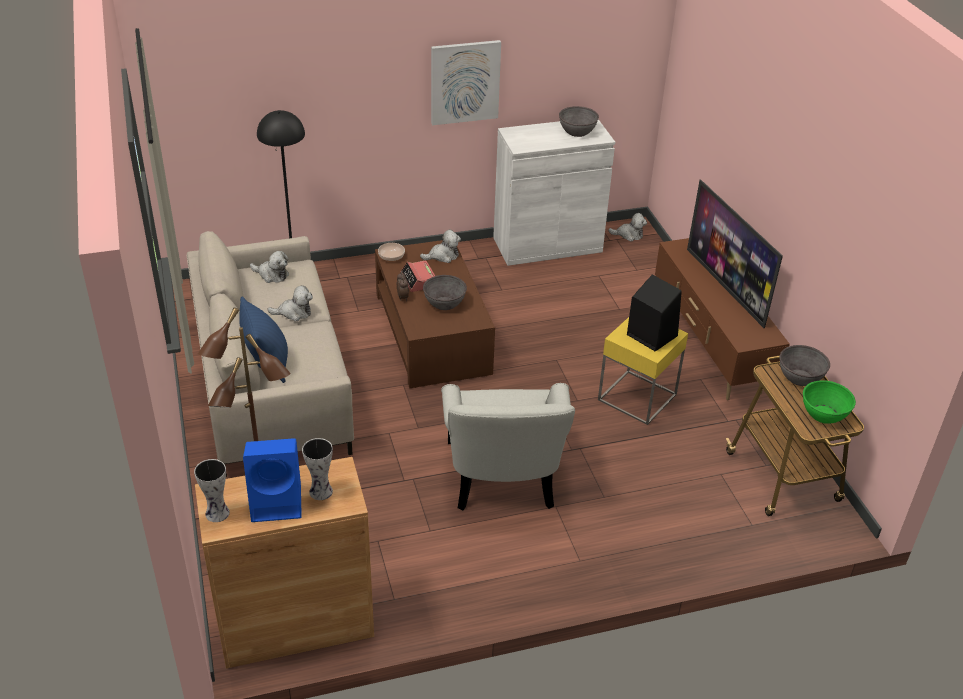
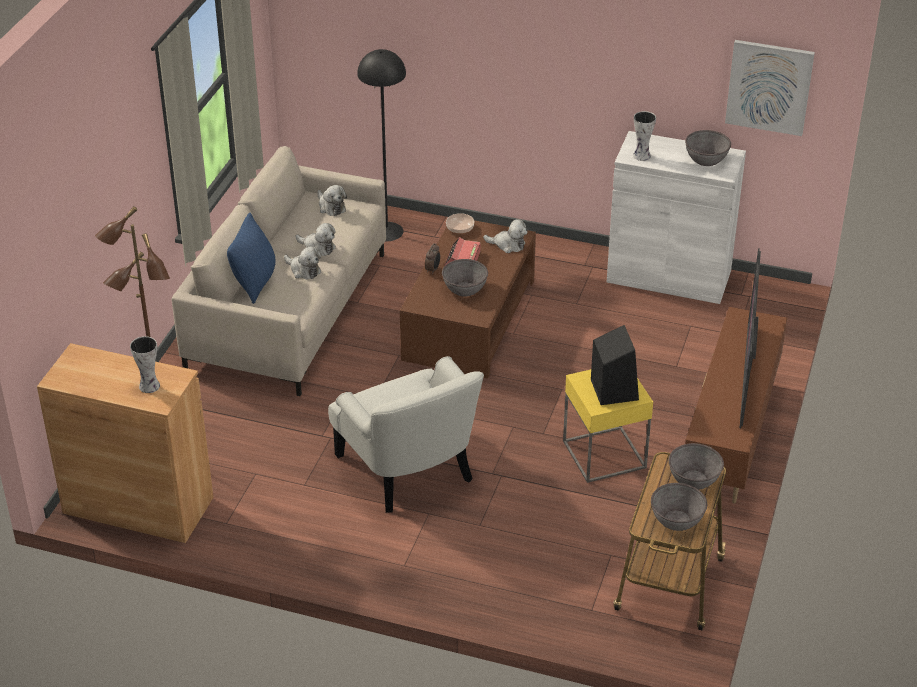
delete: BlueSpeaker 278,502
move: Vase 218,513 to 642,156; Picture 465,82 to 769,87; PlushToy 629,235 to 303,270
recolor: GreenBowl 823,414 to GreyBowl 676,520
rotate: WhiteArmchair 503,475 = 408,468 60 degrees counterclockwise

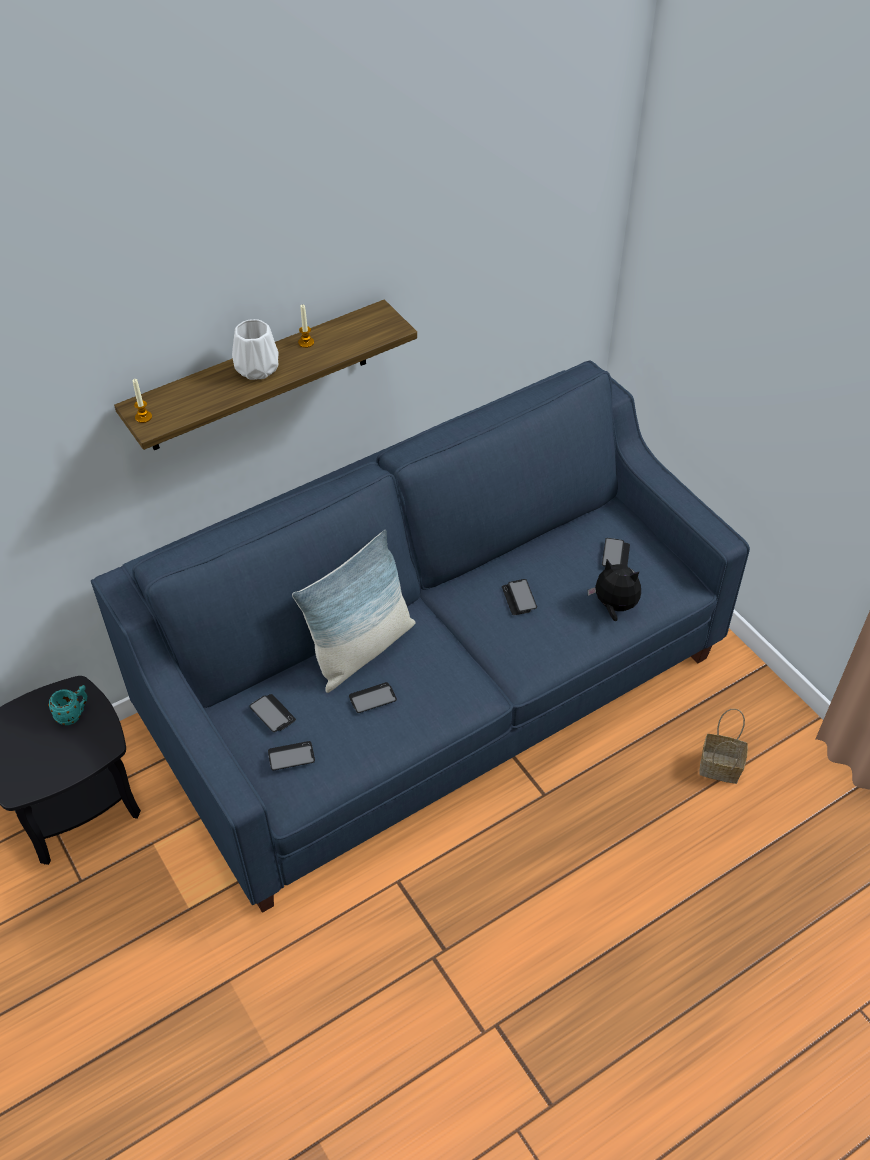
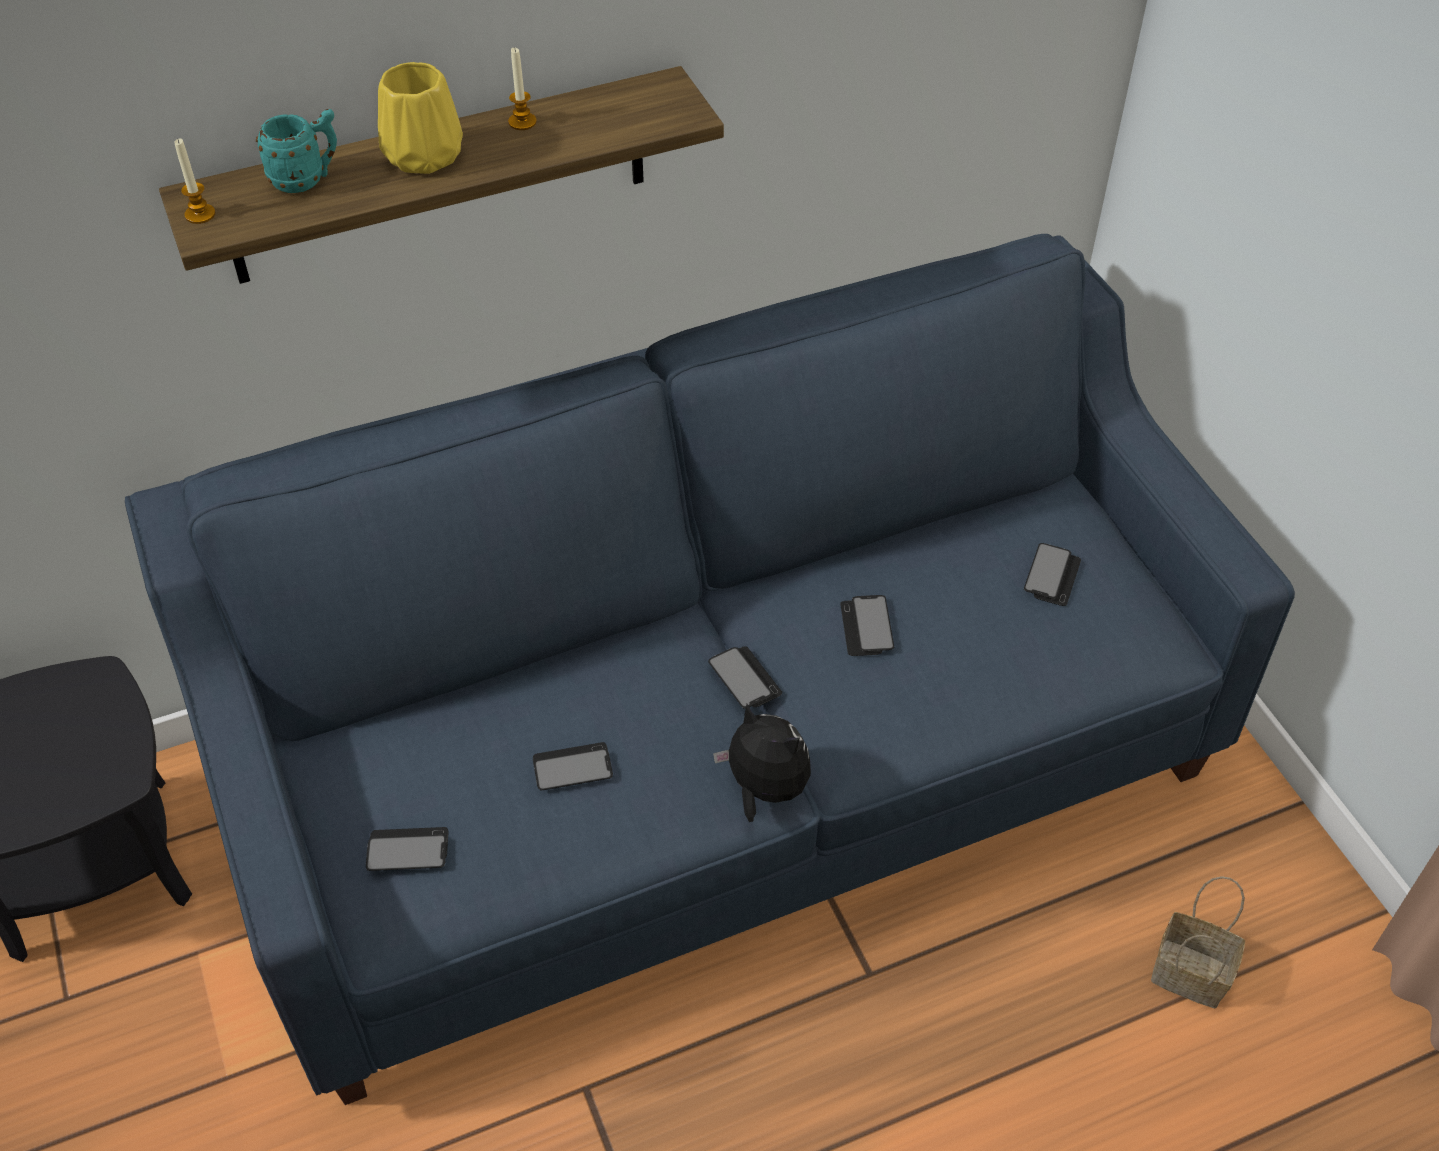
delete: Pillow 361,649
move: TurquoiseMug 73,714 to 307,179; Phone 272,714 to 744,679; PlushToy 614,606 to 764,789
recolor: WhiteVase 258,368 to YellowVase 425,155

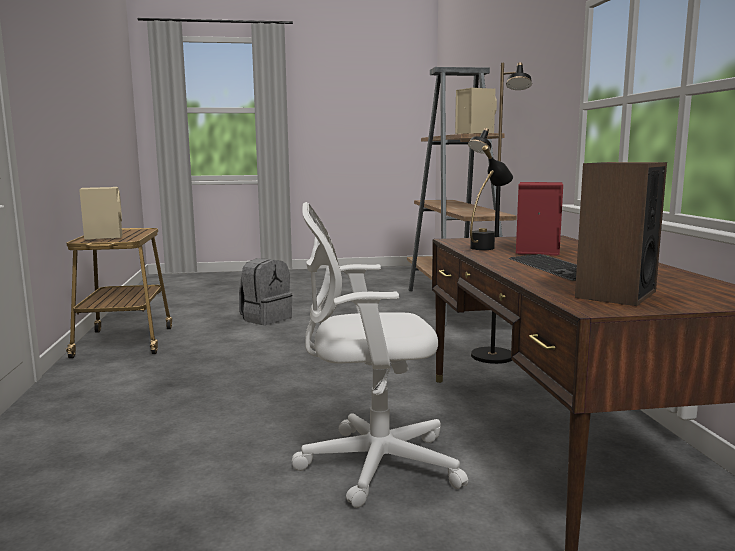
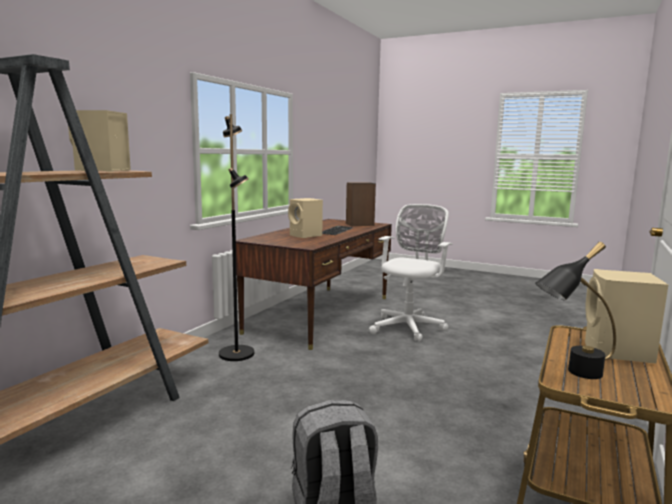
move: BlackTableLamp 487,247 to 572,374
recolor: RedSpeaker 535,251 to BeigeSpeaker 306,235
rotate: WhiteOfficeChair 371,464 = 409,327 90 degrees counterclockwise

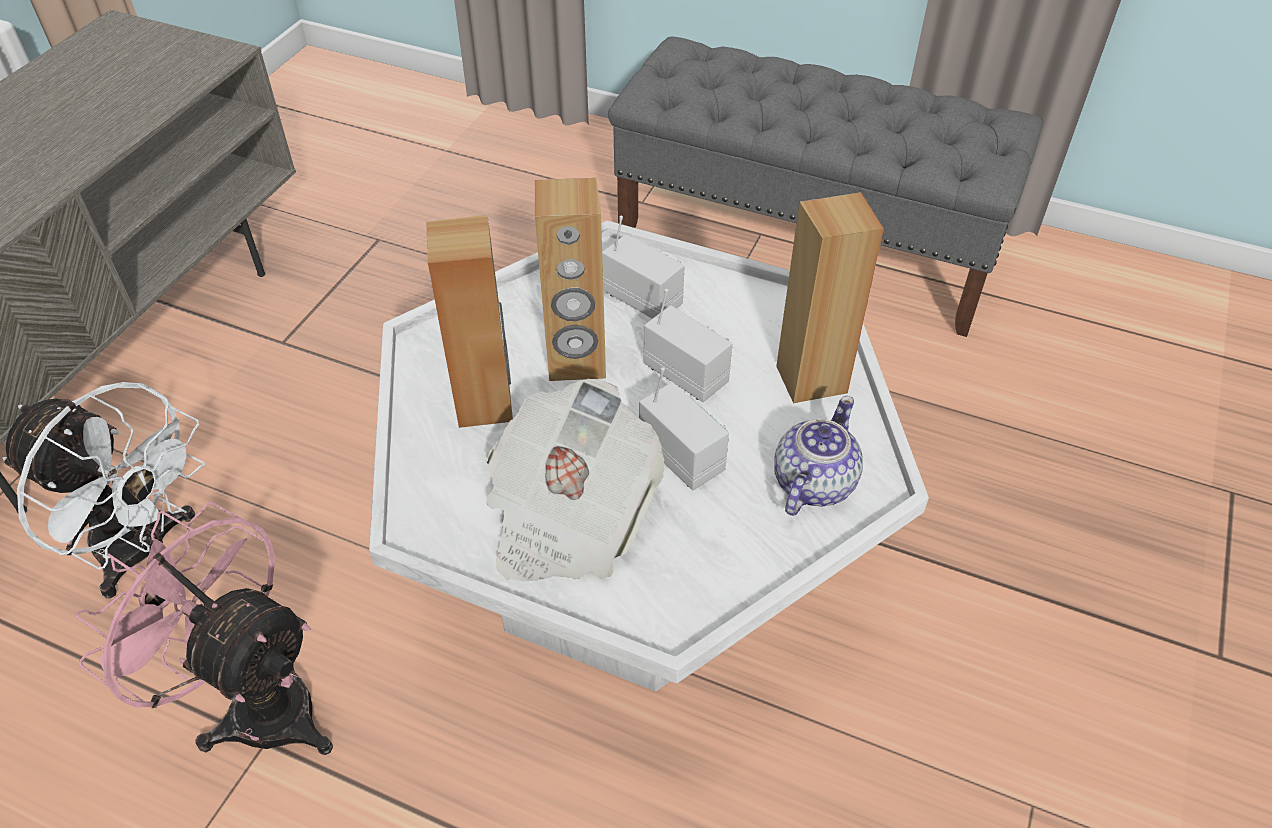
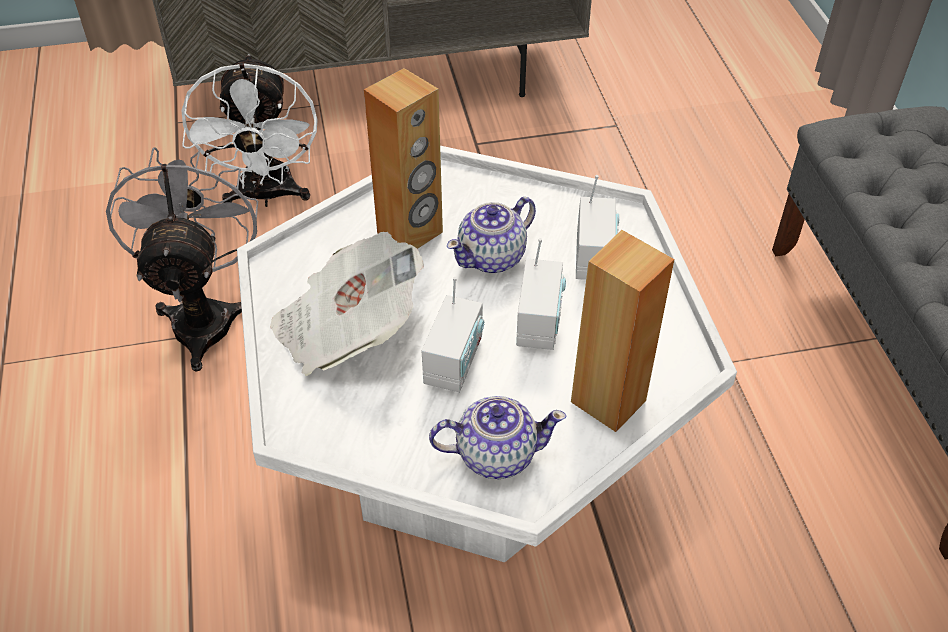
replace: BrownSpeaker 577,362 to Teapot 493,257
recolor: PinkFan 256,702 to GreyFan 204,315

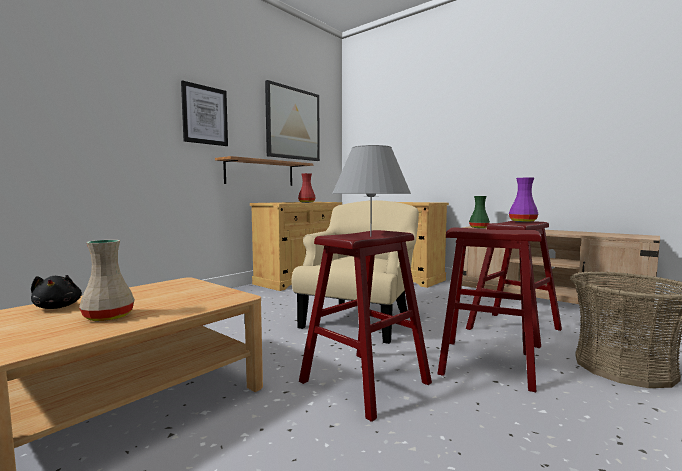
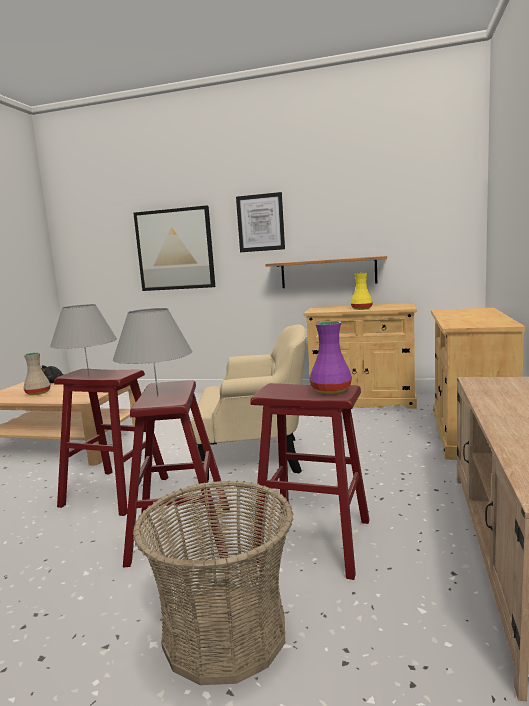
delete: GreenVase 479,227
insert: GreyTableLamp 157,396
move: Picture 293,124 to 175,249
recolor: RedVase 306,202 to YellowVase 361,309

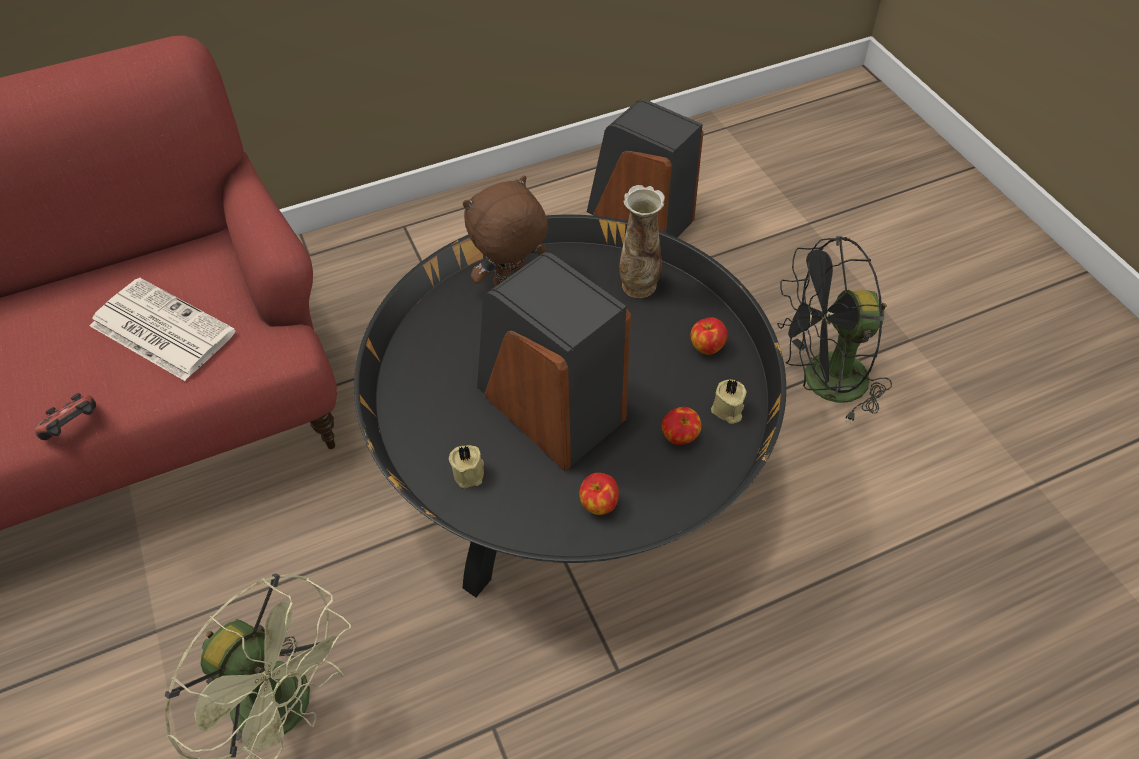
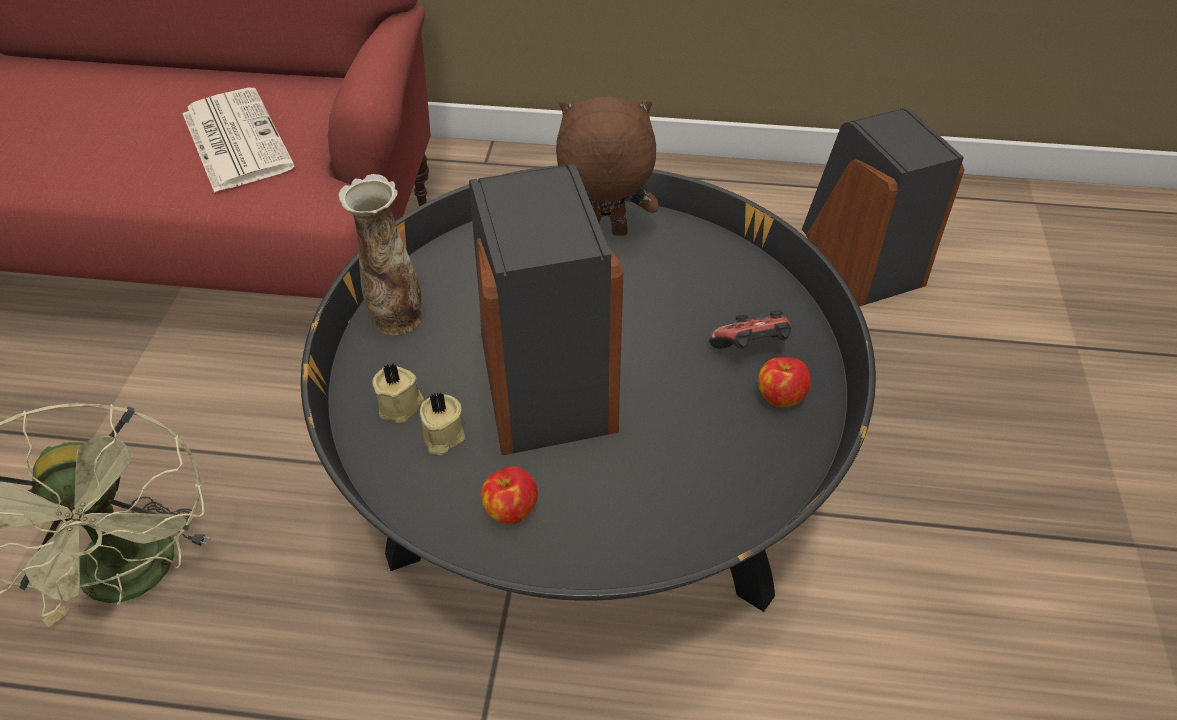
delete: Apple 680,437; BlackFan 822,383
move: GameController 75,428 to 750,350; Vase 639,286 to 396,319; BeigeCandle 727,410 to 442,437

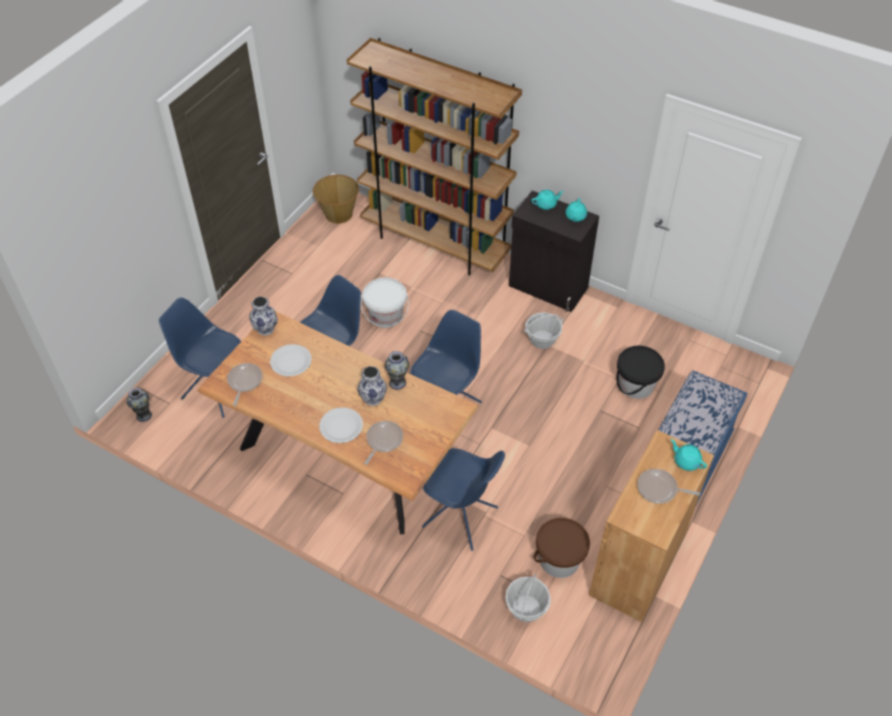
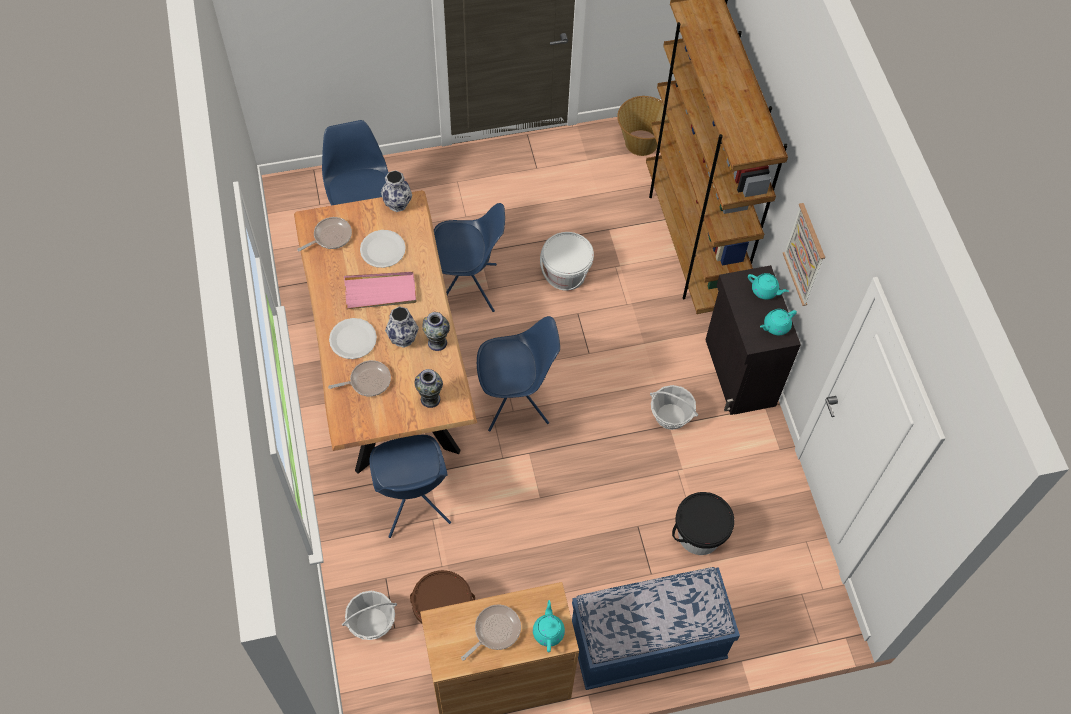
insert: PinkTray 380,292; Picture 805,254
move: Vase 144,415 to 430,399
rotate: FryingPan 659,489 = 495,631 75 degrees clockwise

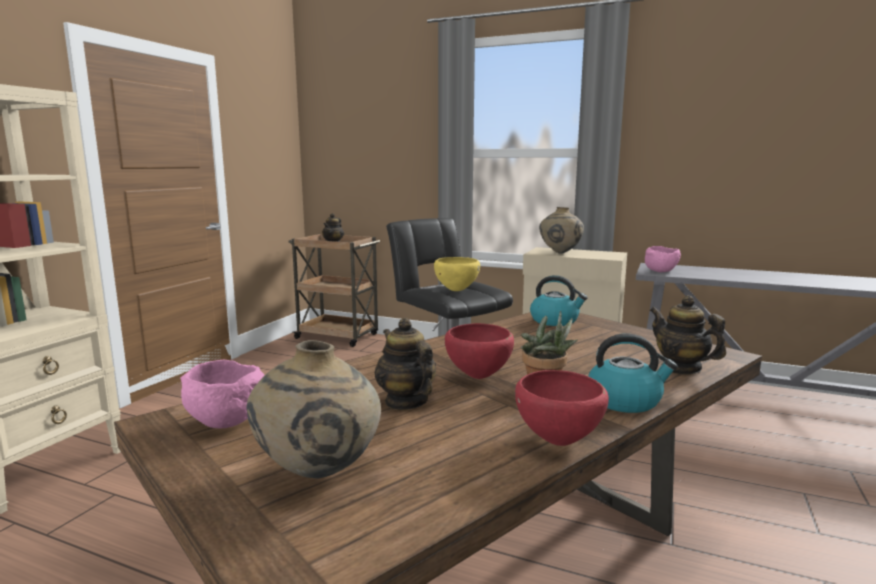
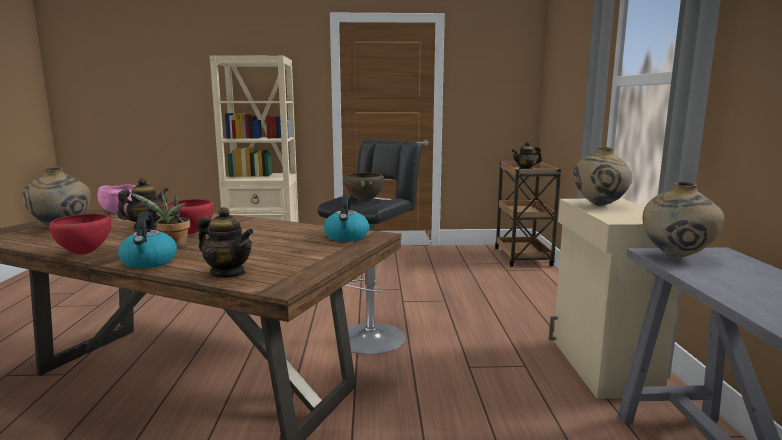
replace: PinkBowl 661,271 to BeigeVase 677,257
recolor: YellowBowl 456,291 to BrownBowl 364,201
rotate: Teapot 681,368 = 228,273 90 degrees clockwise

